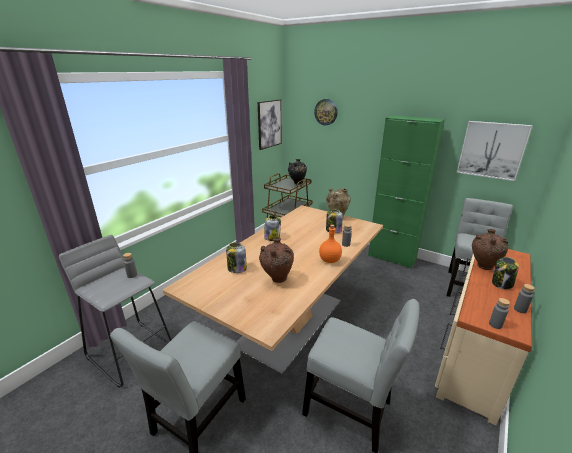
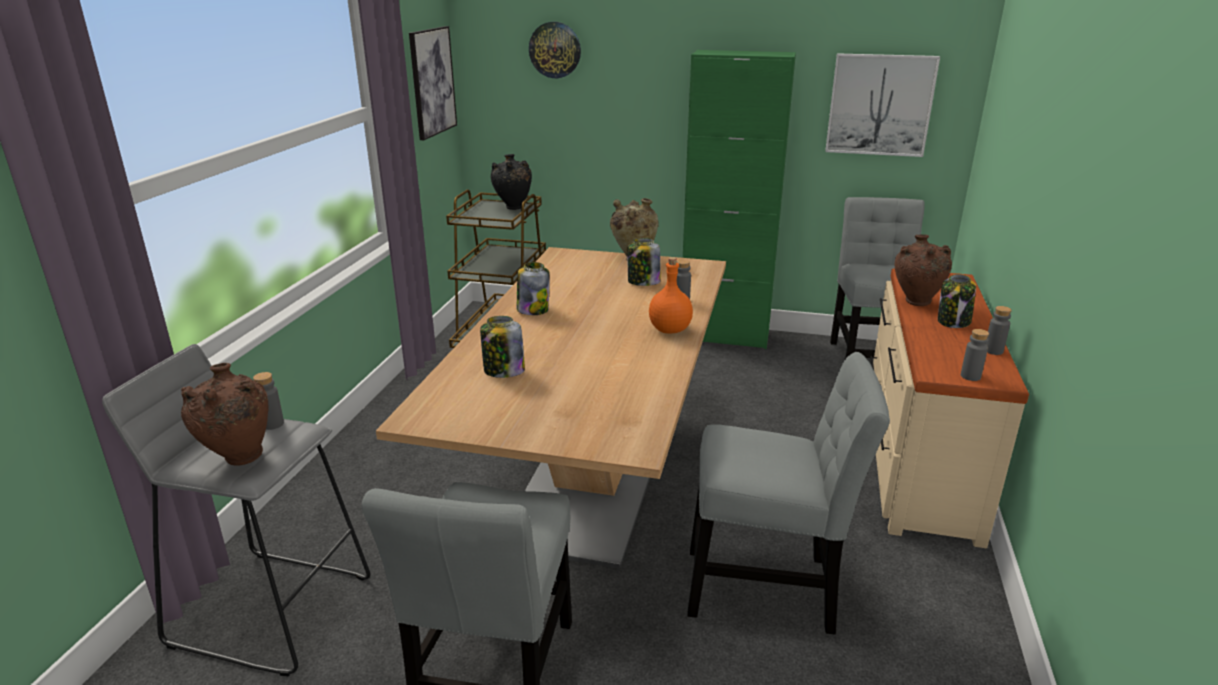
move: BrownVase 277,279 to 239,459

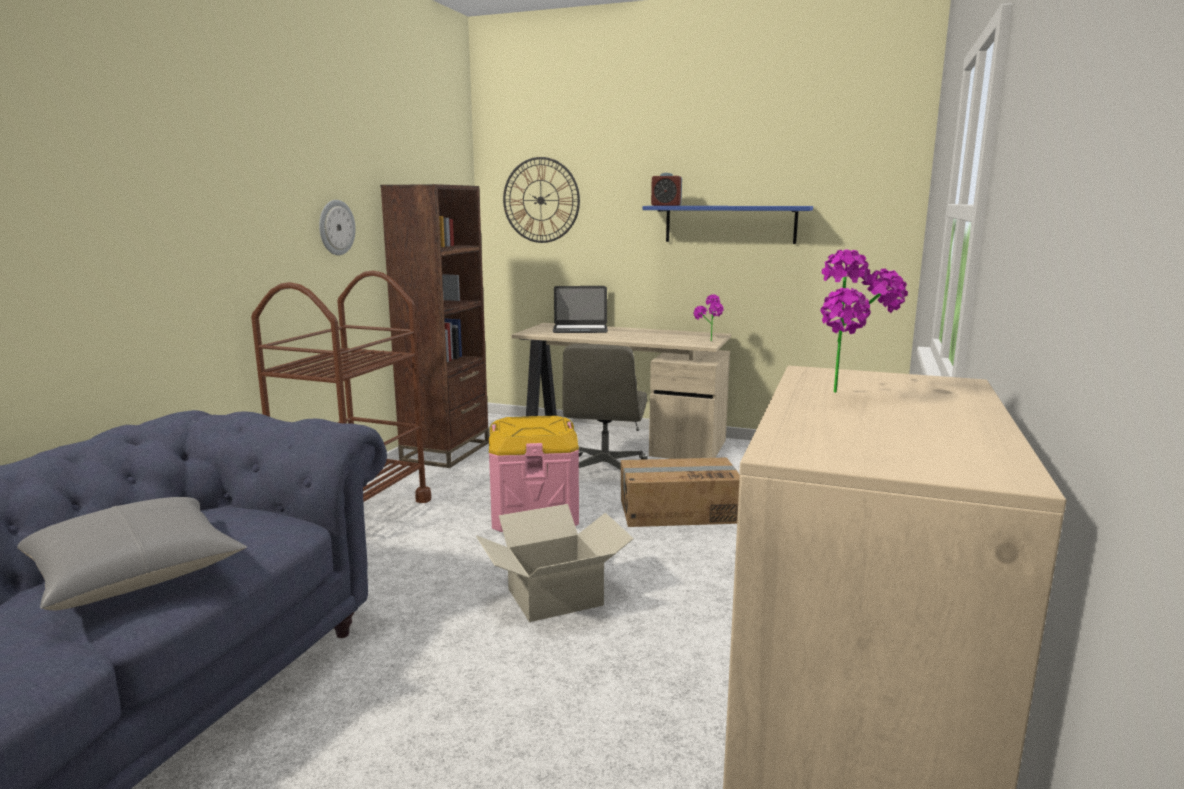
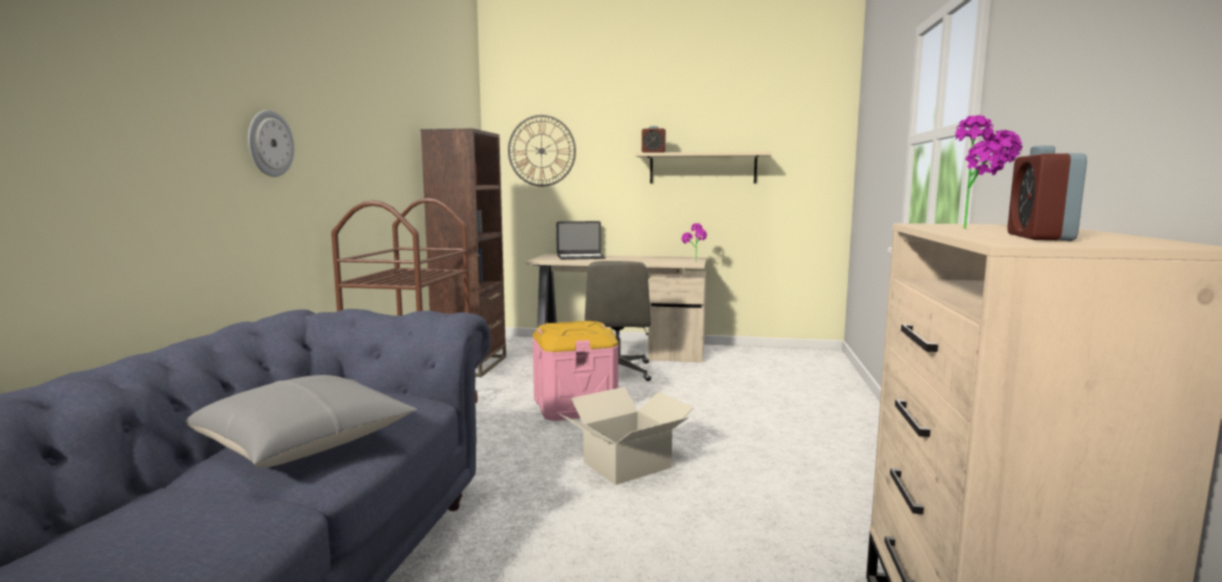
delete: CardboardBox 677,511
insert: AlarmClock 1039,237
move: WallClock 336,227 to 269,143
recolor: BlueShelf 730,224 to BeigeShelf 702,168

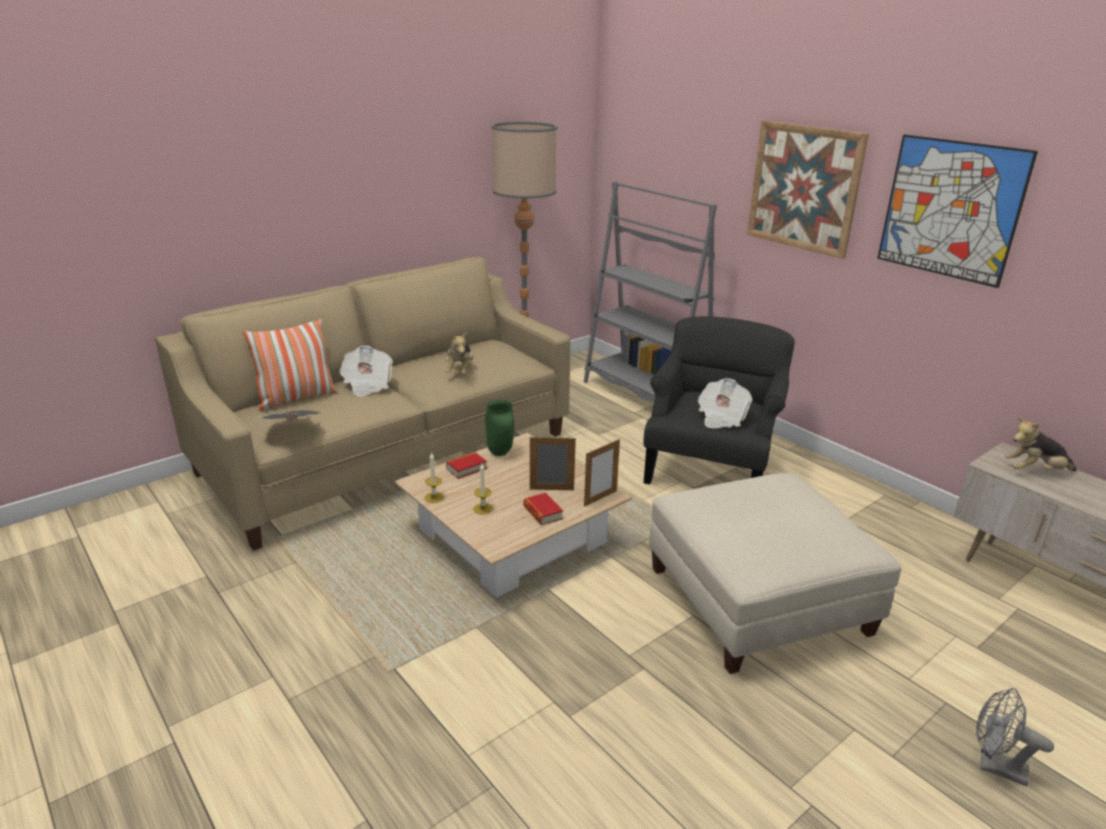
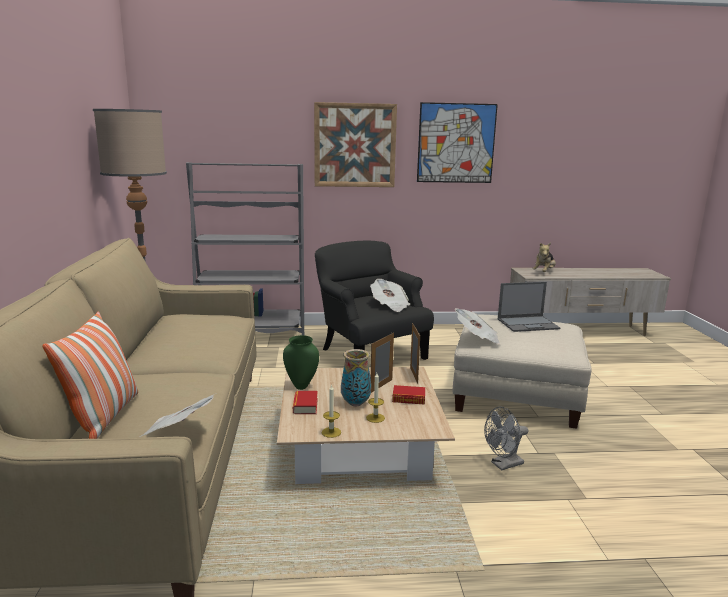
delete: PlushToy 460,371
insert: Vase 356,403; Laptop 528,324
move: Newspaper 367,385 to 477,338; GreyFan 994,766 to 503,465

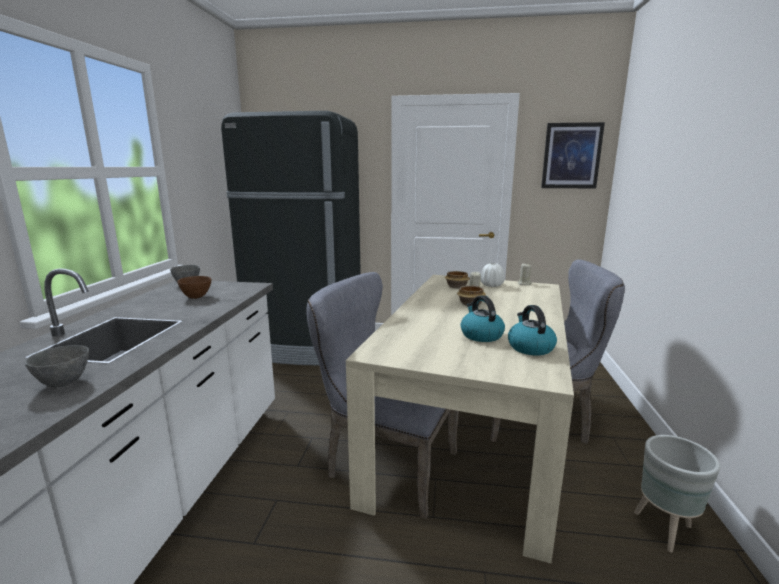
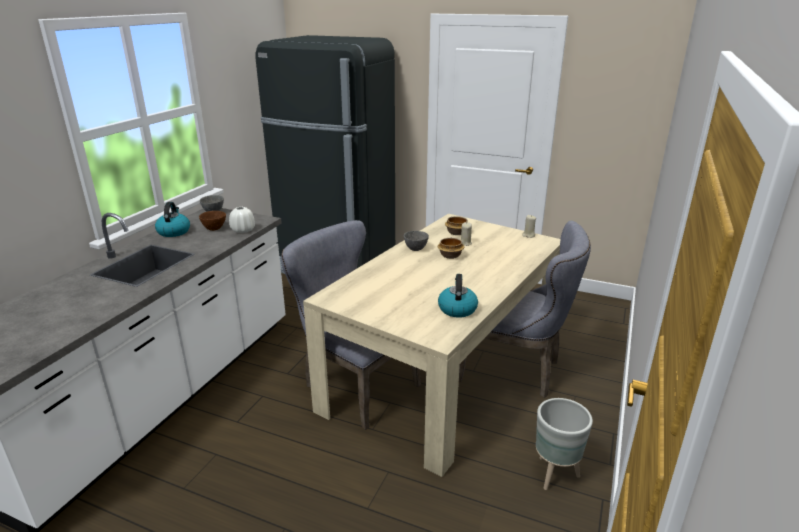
delete: Picture 571,156
move: GreyBowl 63,382 to 415,249; Kettle 481,335 to 174,231; WhiteVase 491,285 to 243,230

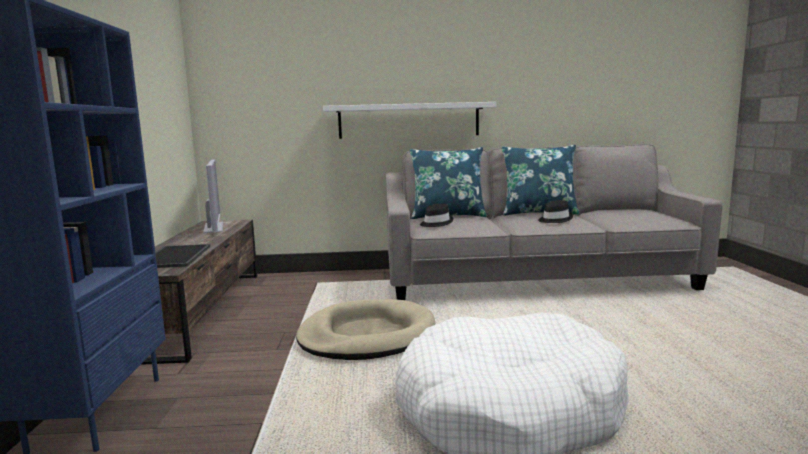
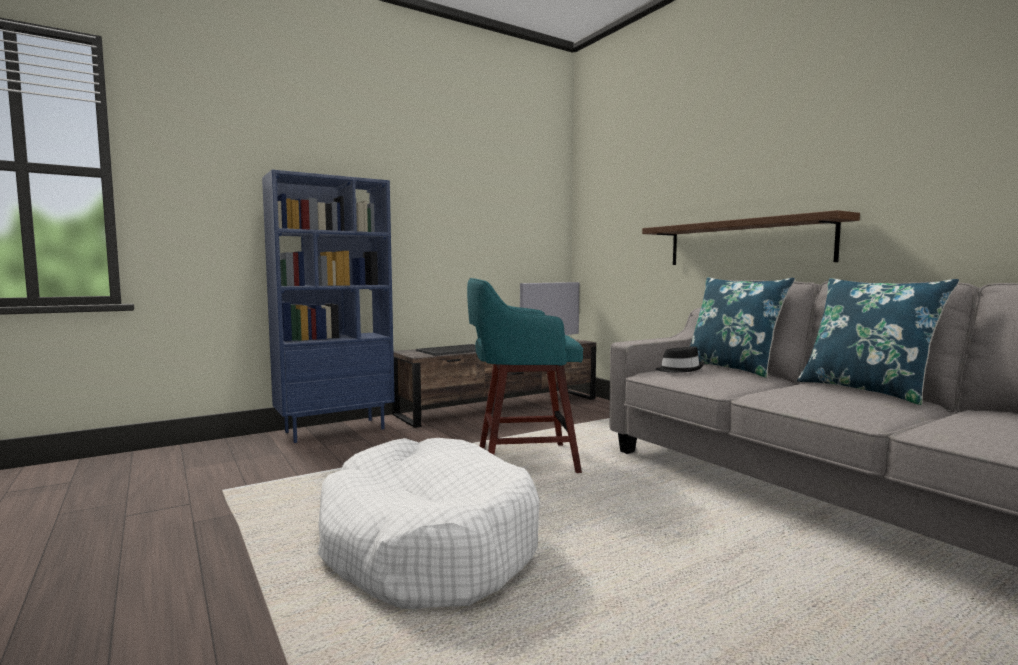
delete: BlackHat 554,219
replace: BeigeDogBed 367,335 to TurquoiseStool 522,459
recolor: WhiteShelf 408,120 to BrownShelf 745,243

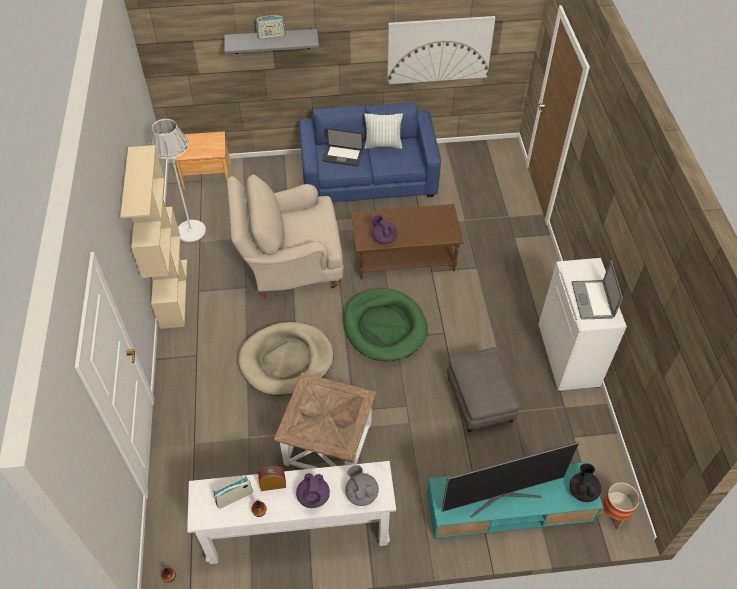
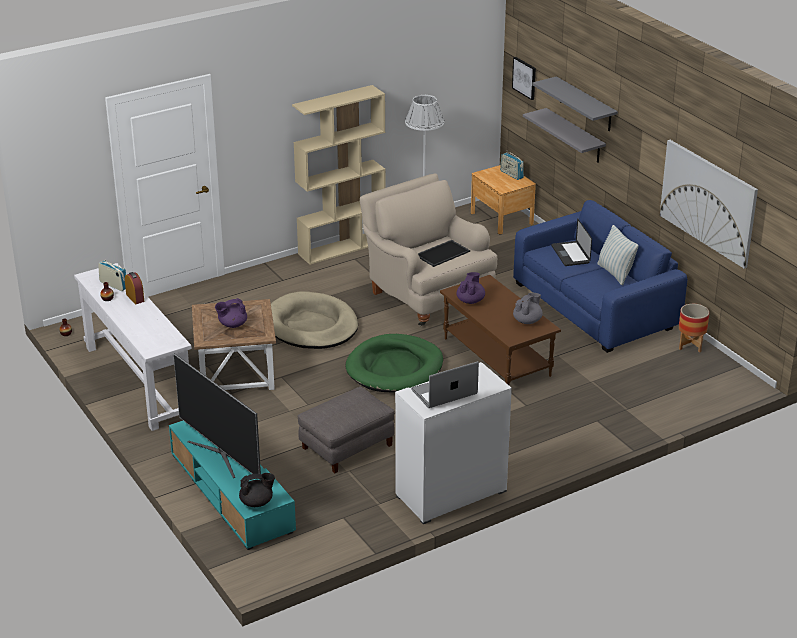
insert: Tray 442,253; Picture 524,78; GreyShelf 574,136
move: Radio 271,36 to 511,174; PurpleTeapot 313,497 to 232,325; GreyTeapot 361,493 to 527,321; Planter 612,514 to 690,345

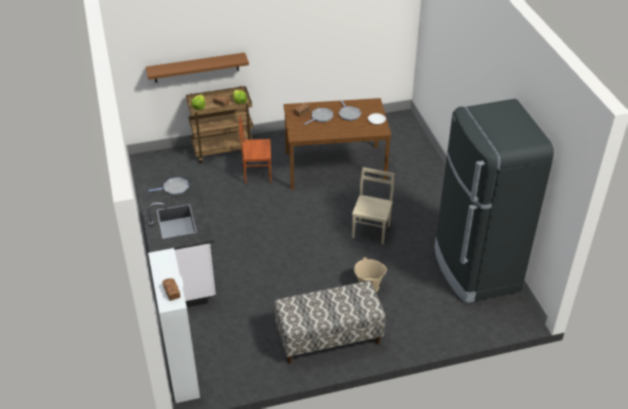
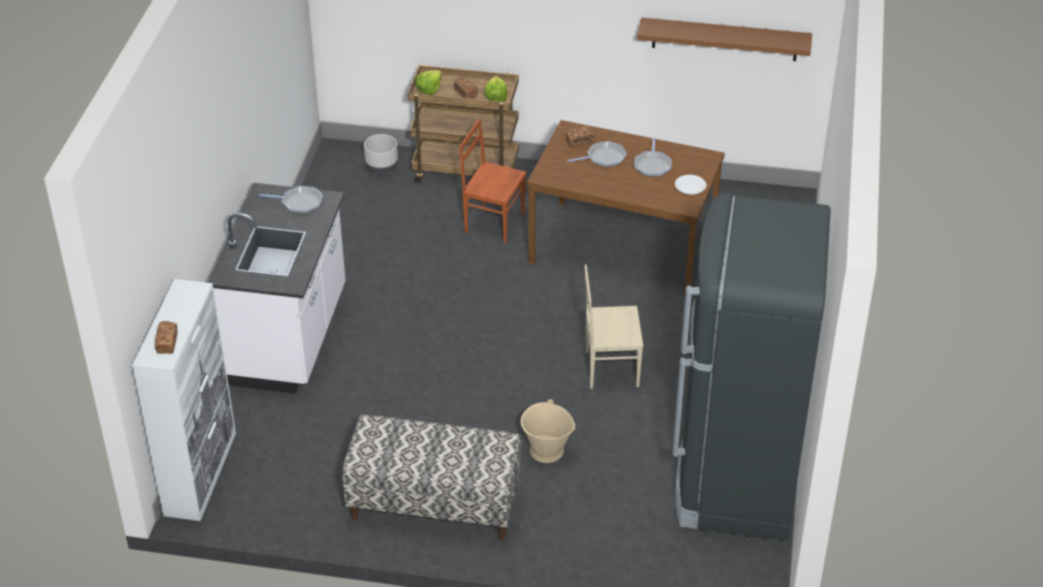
insert: GreyPlanter 381,167
move: BrownShelf 196,67 to 724,39
rotate: BeigeChair 371,231 = 610,368 135 degrees counterclockwise

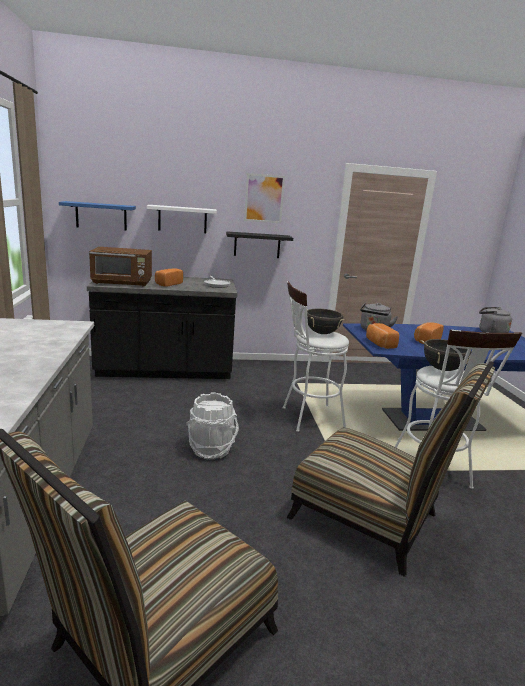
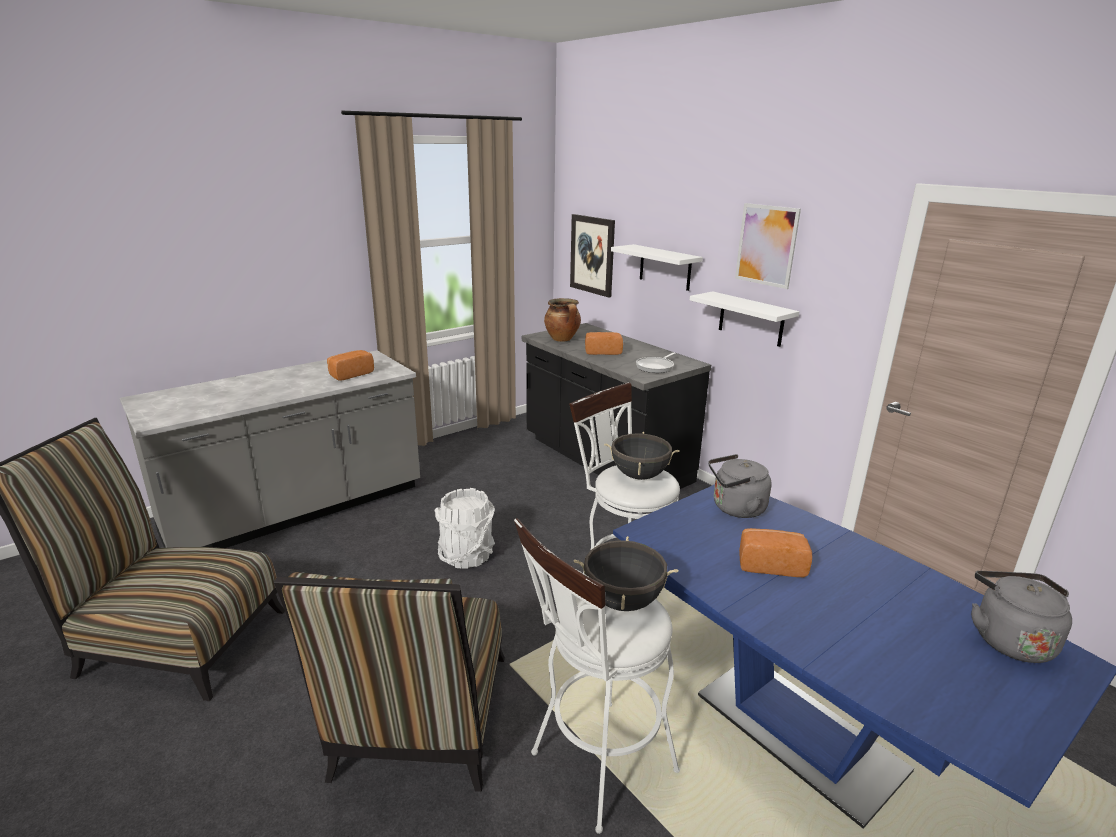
move: Bread 379,344 to 350,374
replace: BlueShelf 101,216 to Picture 592,255; BrownMicrowave 123,283 to CookingPot 563,339
recolor: BlackShelf 257,245 to WhiteShelf 751,319

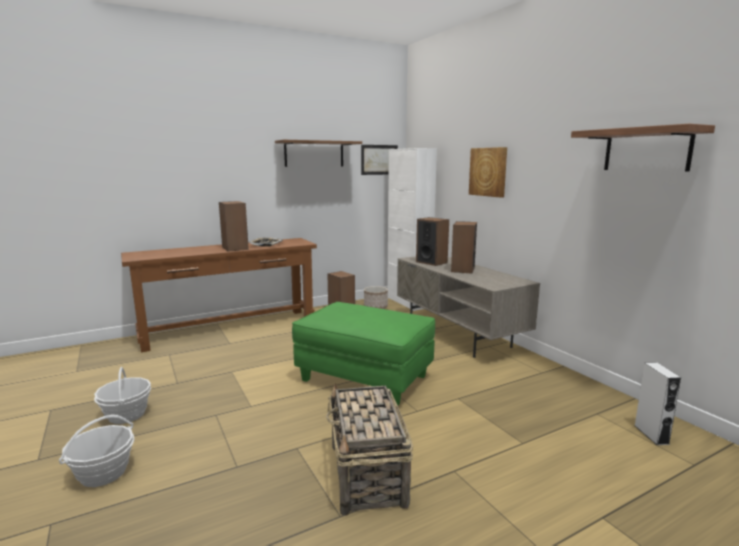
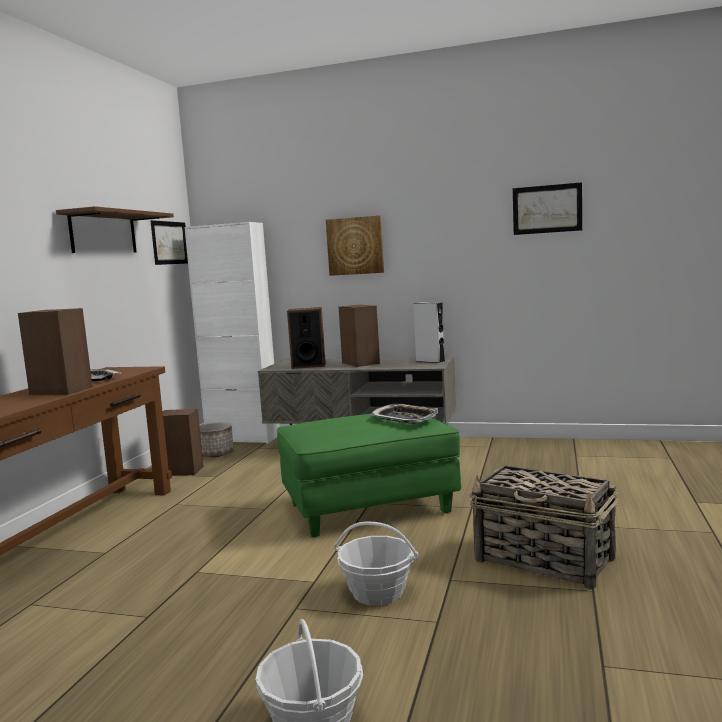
insert: Tray 405,418
move: Basket 126,415 to 378,592; GreySpeaker 651,434 to 430,361
replace: Shelf 646,150 to Picture 547,209

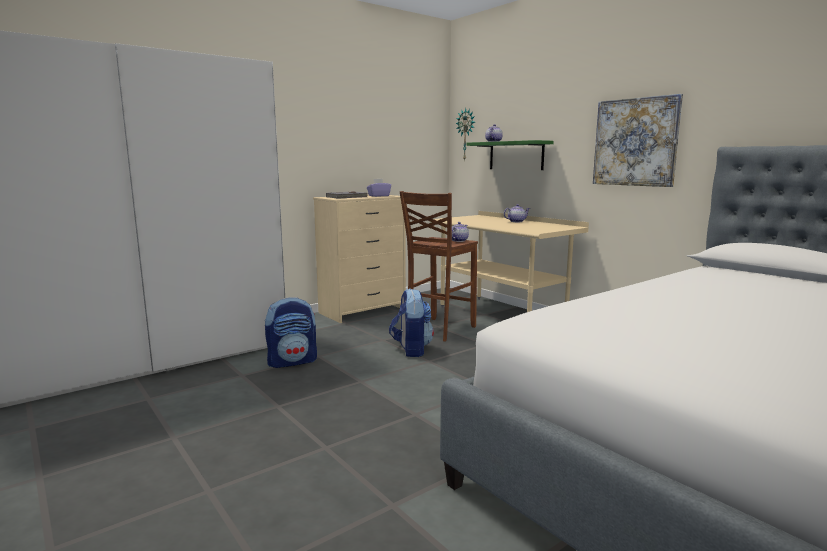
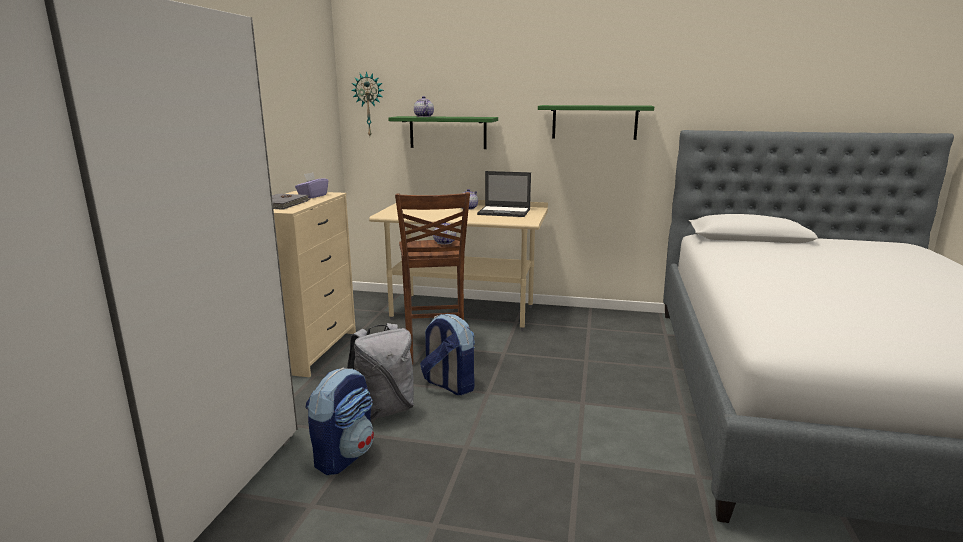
insert: GreyBackpack 384,410; Laptop 505,212
replace: Picture 635,142 to GreenShelf 594,122

